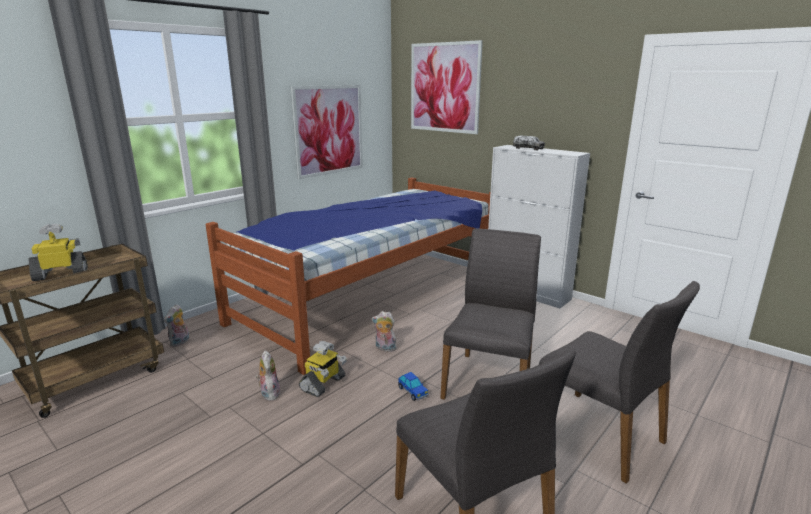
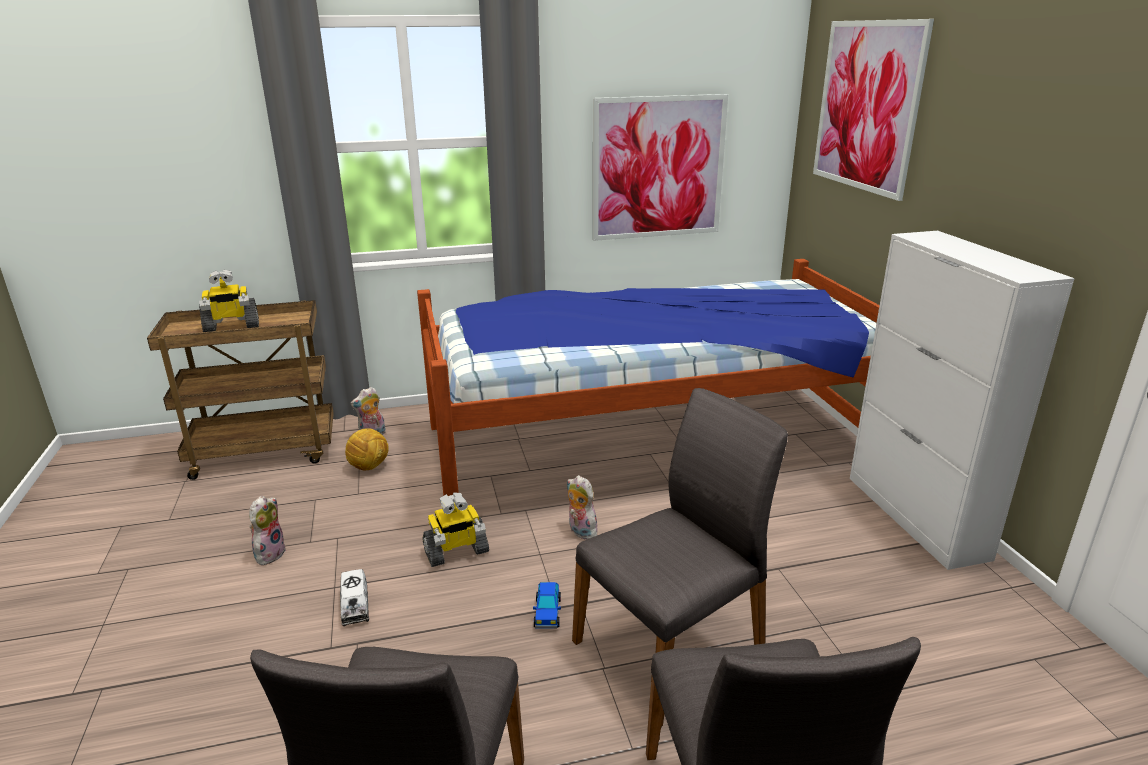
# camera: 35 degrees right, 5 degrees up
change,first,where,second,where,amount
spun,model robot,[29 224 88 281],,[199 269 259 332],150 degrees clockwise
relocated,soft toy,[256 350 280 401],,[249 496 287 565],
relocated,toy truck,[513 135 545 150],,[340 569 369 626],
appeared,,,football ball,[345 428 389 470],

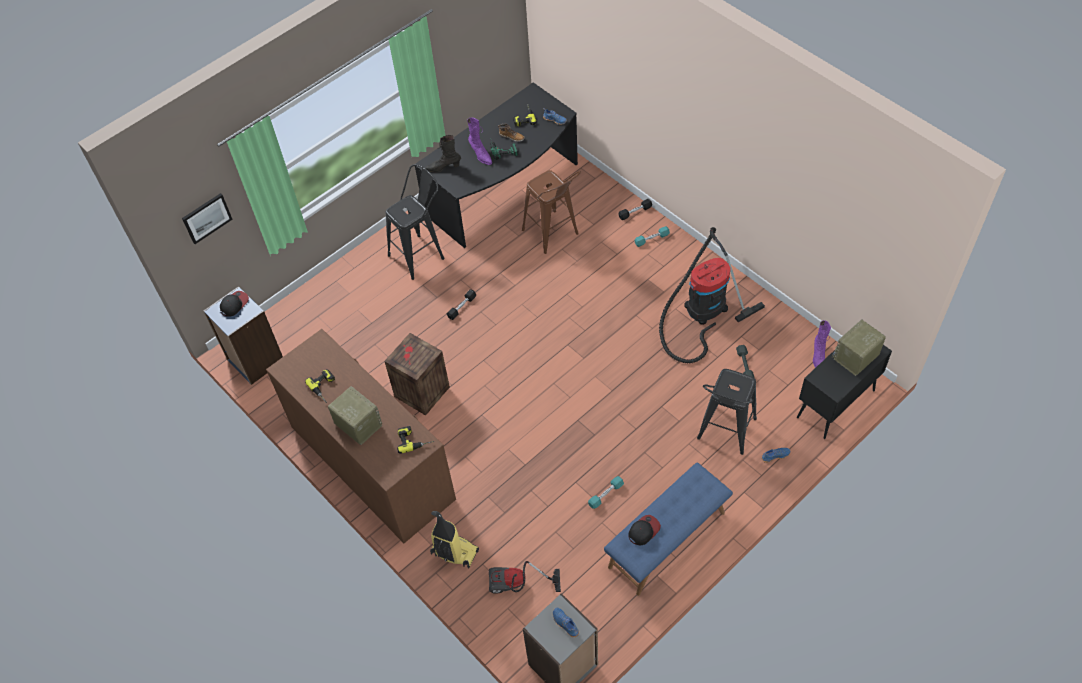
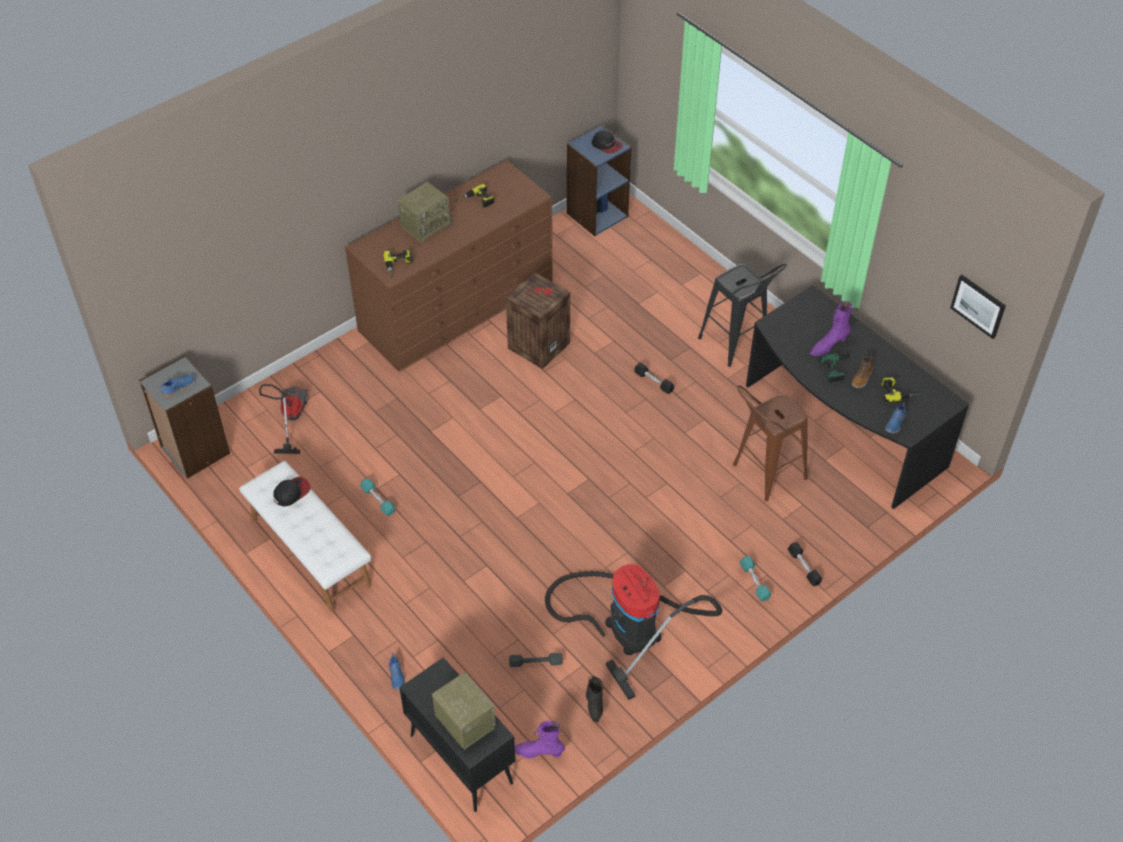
# camera: 90 degrees right, 5 degrees down
change,first,where,second,where,amount
colour,bluish bench,[604 462 733 596],whitish bench,[239 461 372 612],
spun,baseball cap,[628 515 661 545],,[273 477 311 506],90 degrees counterclockwise
relocated,black-coloured high-top boot,[425 135 461 172],,[586 676 604 722],
relocated,wall art,[182 193 233 244],,[950 275 1006 339],
missing,vacuum cleaner,[430 511 479 569],,,
missing,black-coloured stool seat,[697 369 757 455],,,

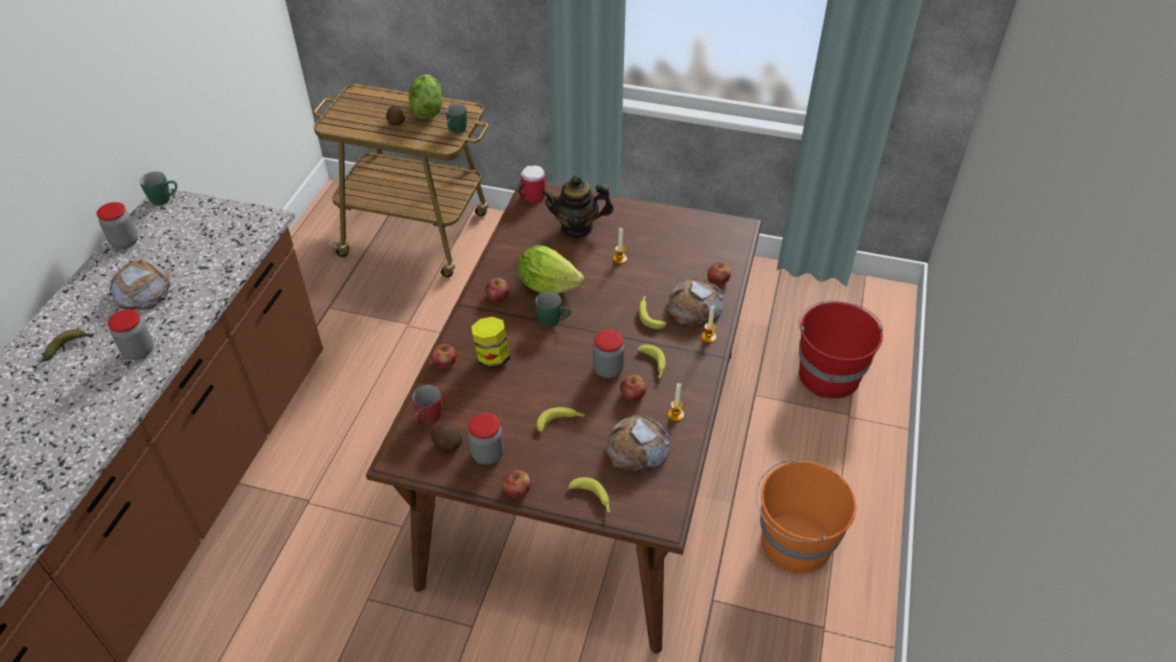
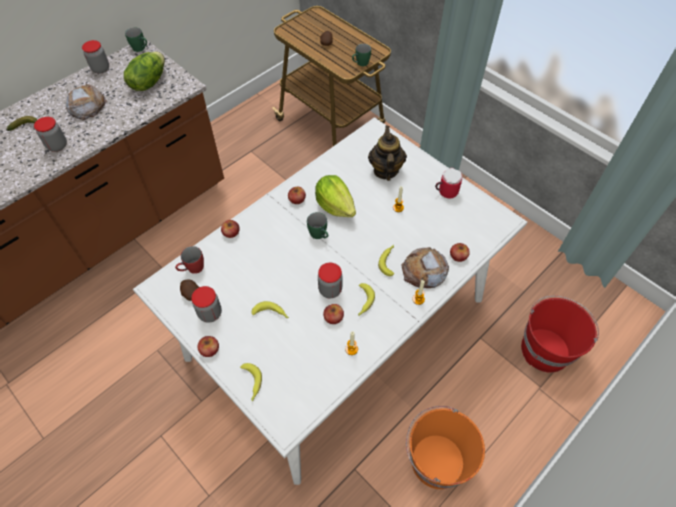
# camera: 30 degrees right, 10 degrees up
change,first,where,second,where,amount
relocated,head of lettuce,[409 75 442 119],,[124 52 165 91],
colour,brown-coloured dinner table,[366 181 762 654],whitish dinner table,[133 117 527 485],
spun,pot for tea,[541 175 614 238],,[368 126 407 181],60 degrees clockwise
relocated,tea mug,[518 165 546 202],,[435 168 462 198],
missing,jar,[471 317 510 369],,,
missing,bakery bread,[604 415 670 473],,,

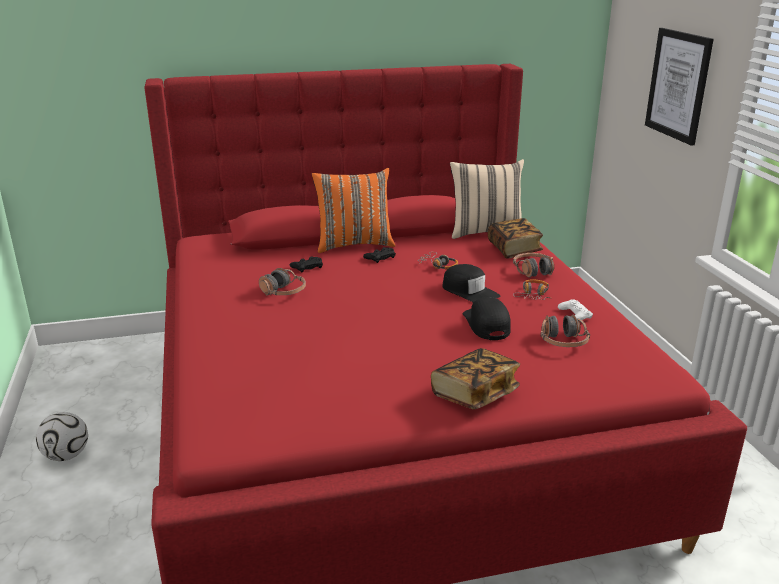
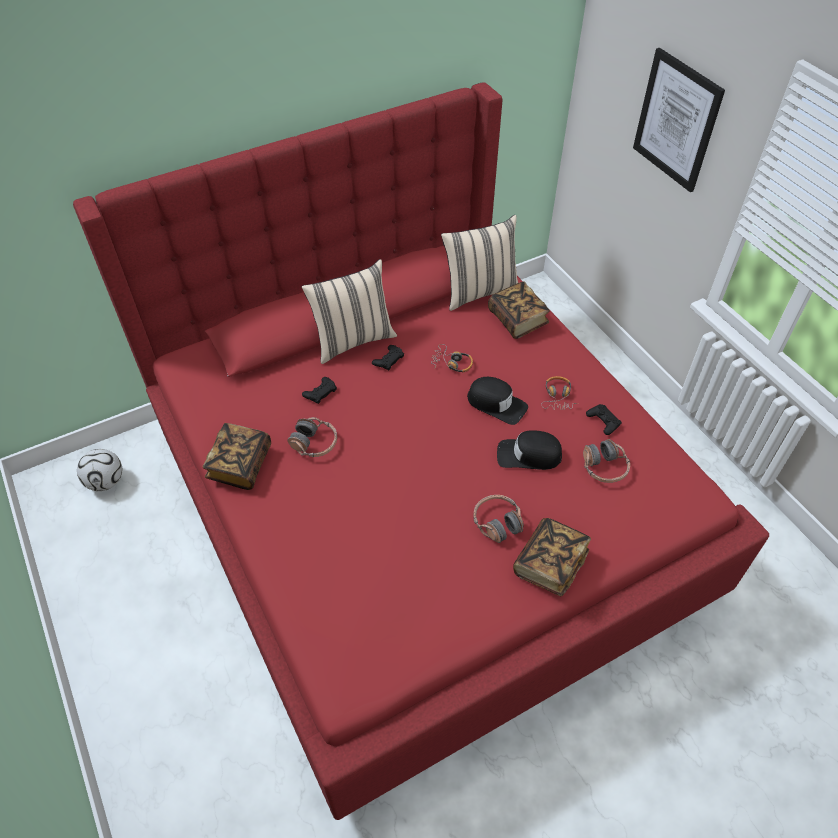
# camera: 15 degrees left, 25 degrees up
change,first,where,second,where,amount
relocated,football ball,[36 412 88 461],,[77 449 122 491],
appeared,,,bound book,[202 423 271 490],
colour,orange-coloured cushion,[312 168 395 253],beige-coloured cushion,[302 259 397 364],
relocated,pair of headphones,[513 253 554 277],,[473 495 524 543],
spun,black-coloured baseball cap,[463 297 511 340],,[497 430 562 470],60 degrees counterclockwise
colour,whitish game controller,[558 299 593 320],black-coloured game controller,[586 404 622 435],

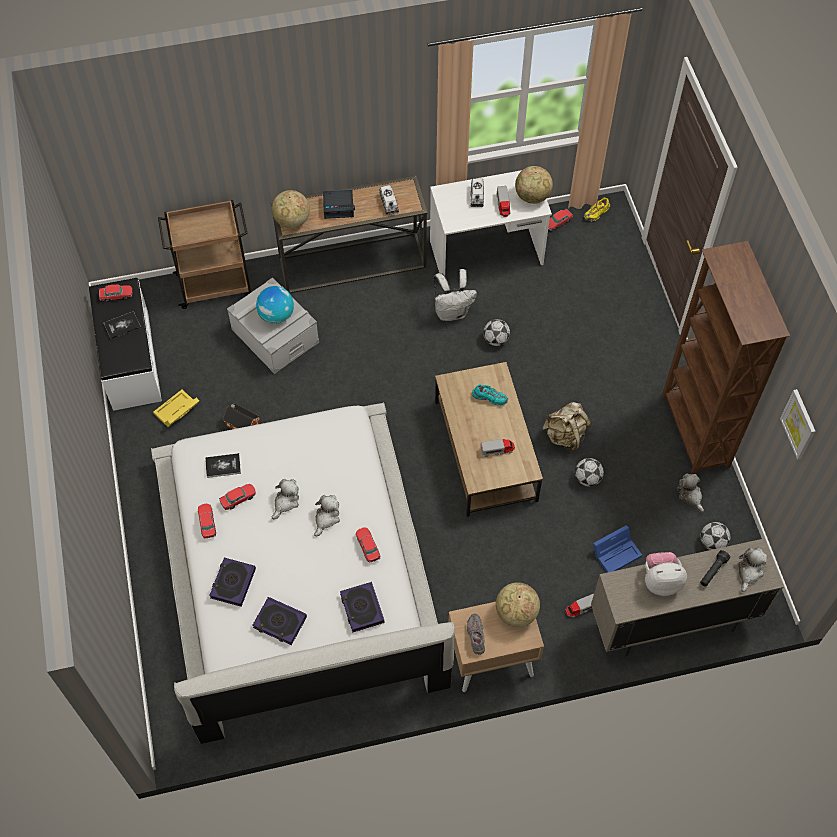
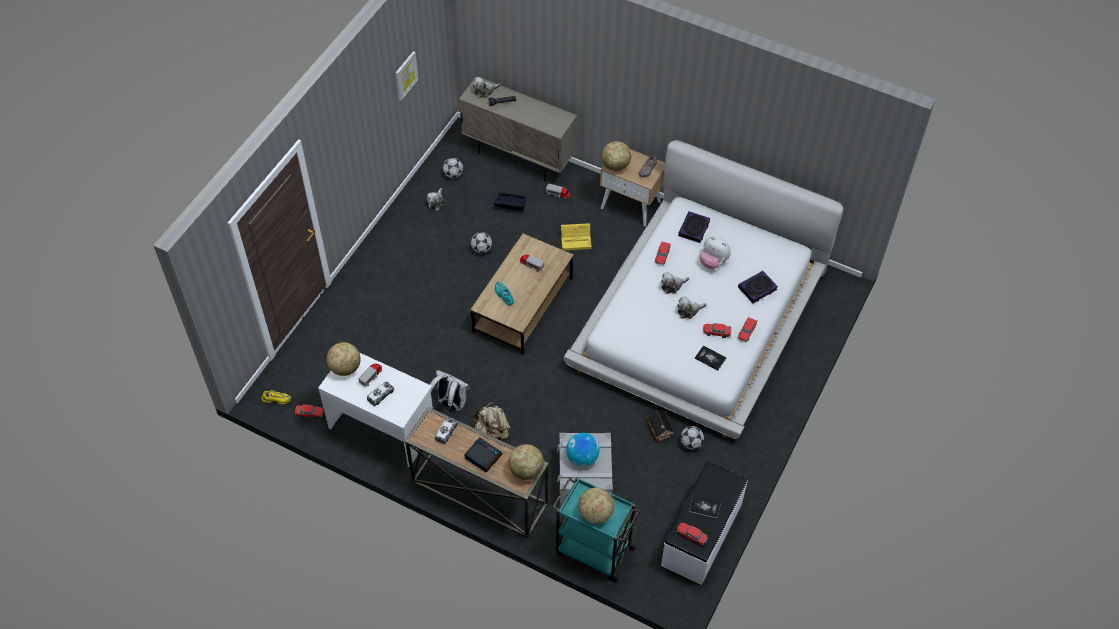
# camera: 140 degrees left, 5 degrees down
change,first,where,second,where,amount
relocated,beige-coloured rucksack,[543 402 592 452],,[471 402 510 440],
colour,bluish storage bin,[593 525 642 572],black-coloured storage bin,[494 192 526 211],
colour,brown-coloured cart,[158 200 252 309],blue-green cart,[552 477 640 582],
relocated,yellow-coloured storage bin,[153 389 199 427],,[561 223 592 250],
appeared,,,globe,[578 487 614 524],
relocated,football ball,[483 319 510 346],,[680 426 704 450],
relocated,soft toy,[645 552 687 596],,[699 237 731 269],
missing,bound book,[252 597 307 645],,,
missing,brown-coloured bookshelf,[662 241 790 474],,,

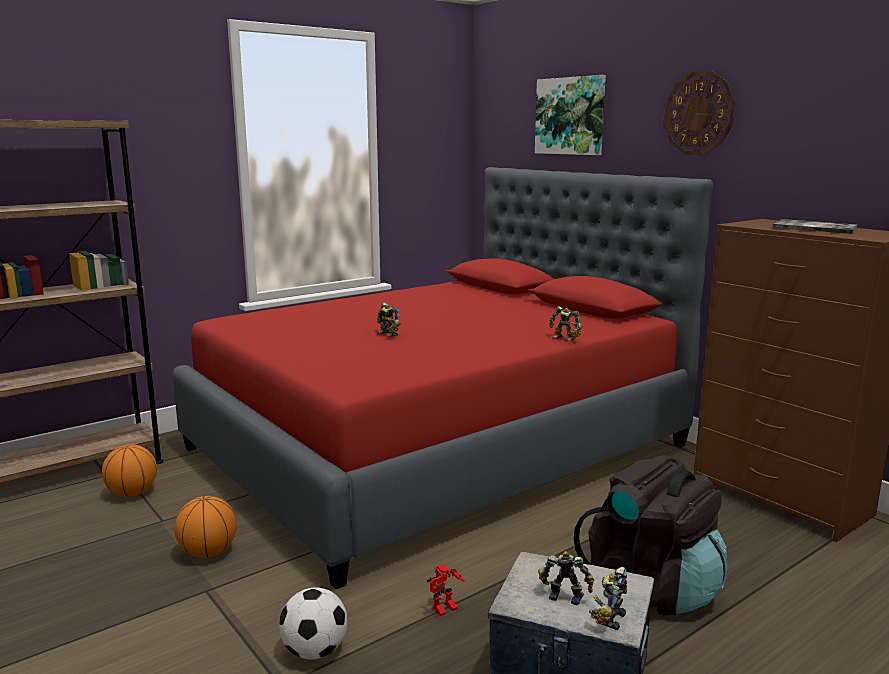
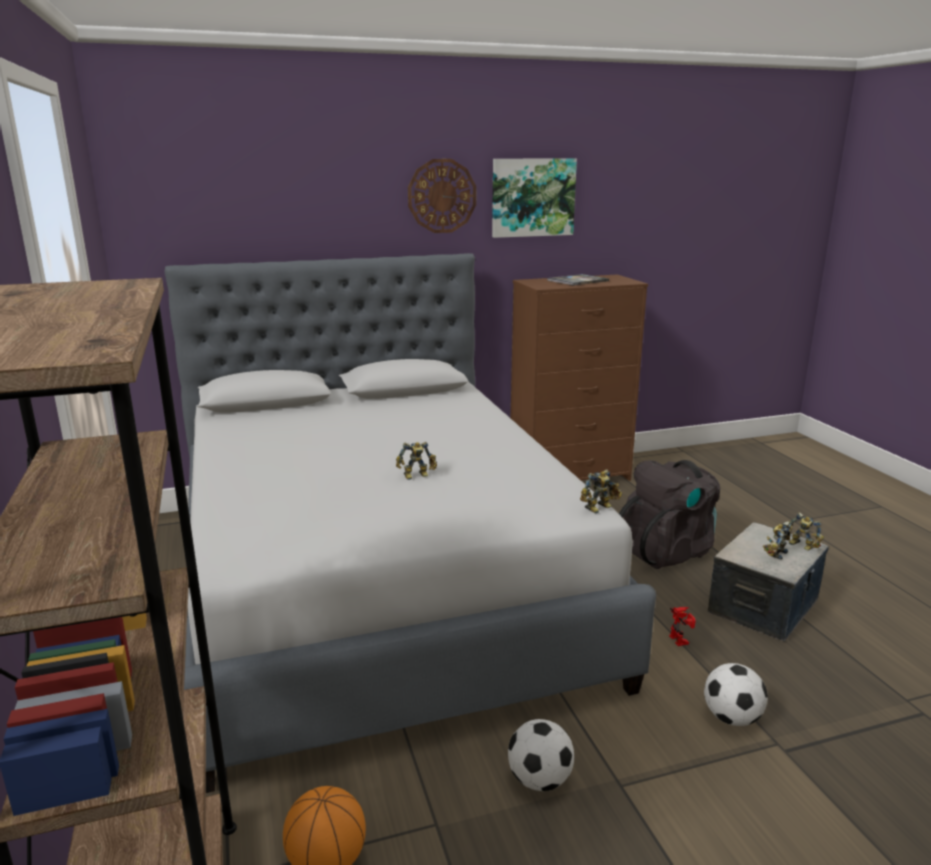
# camera: 70 degrees left, 5 degrees up
change,first,where,second,where,amount
colour,red-coloured bed,[173 167 713 589],greyish bed,[164 253 656 793],
relocated,wall art,[535 75 606 155],,[492 158 577 238],
exchanged,basketball,[174 496 237 558],football ball,[508 719 574 791],
relocated,model robot,[549 306 583 341],,[580 469 622 514],

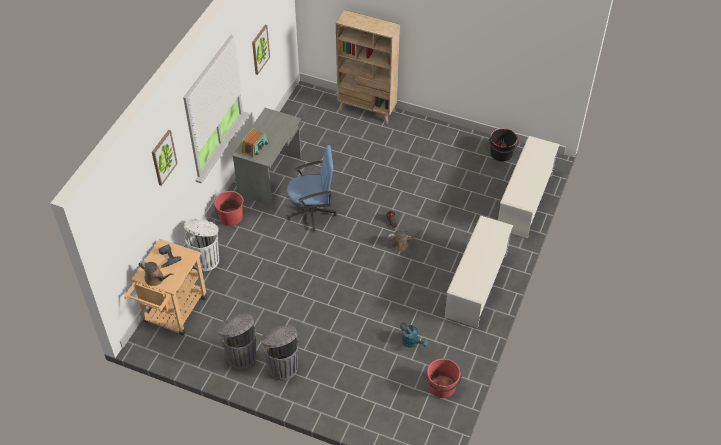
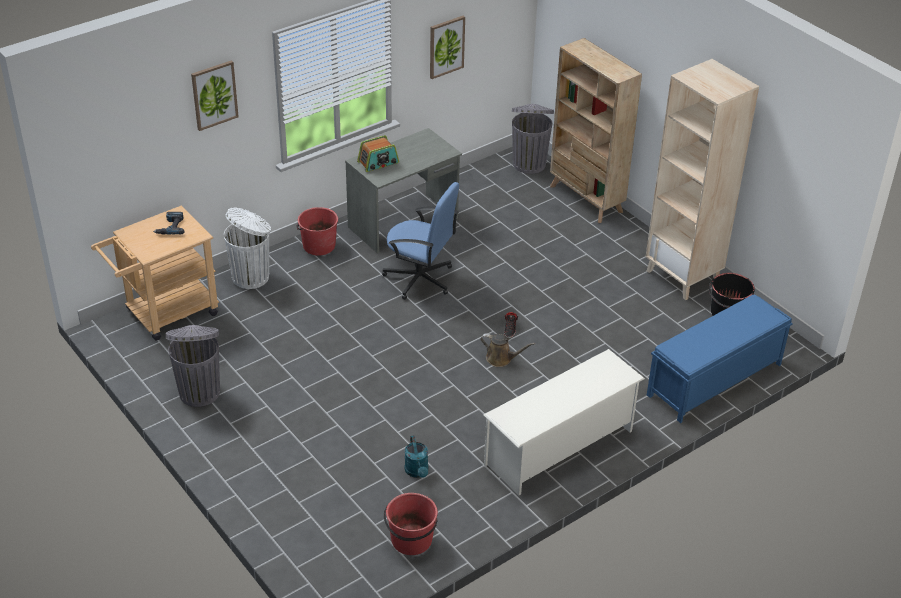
# camera: 30 degrees right, 10 degrees down
change,first,where,second,where,amount
relocated,greyish rubbish bin,[260 325 299 380],,[512 104 554 174],
appeared,,,beige-coloured bookshelf,[646 59 759 300],
exchanged,whitish shoe shelf,[498 136 560 239],bluish bench,[647 295 793 423],
missing,brown-coloured watering pot,[139 261 173 286],,,

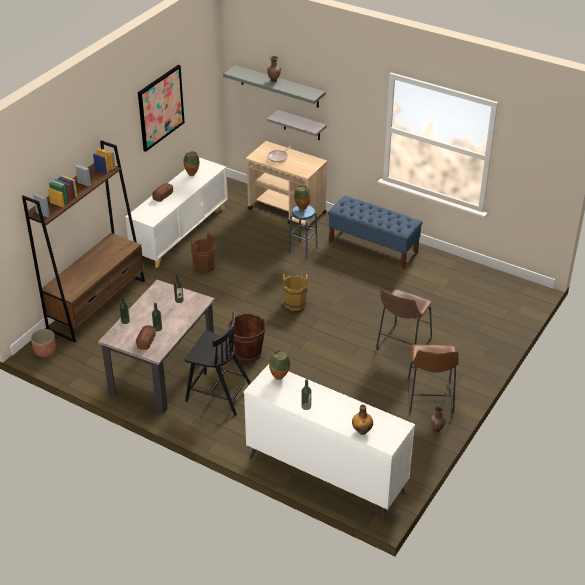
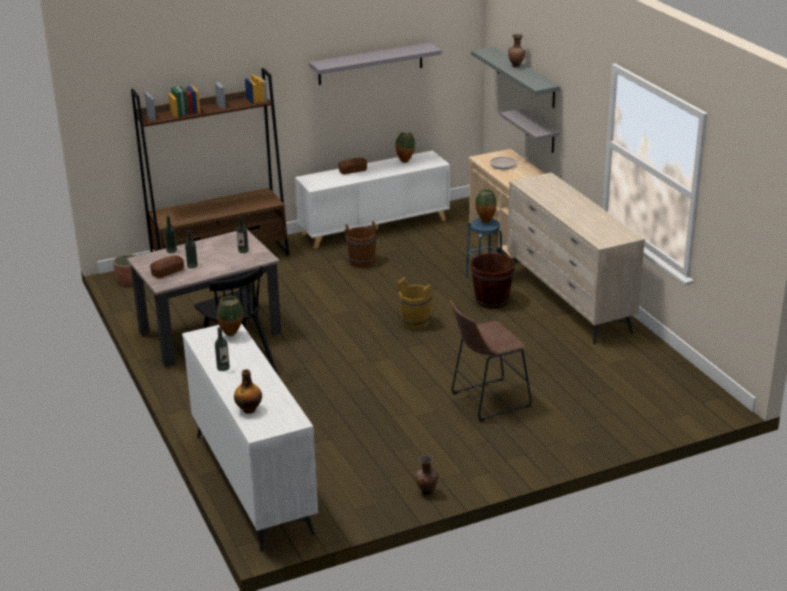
# camera: 35 degrees right, 10 degrees down
change,first,where,second,where,amount
exchanged,wall art,[138 65 185 152],greyish shelf,[309 43 442 85],
relocated,brown-coloured bucket,[228 314 266 362],,[471 253 515 309],
exchanged,bluish bench,[328 196 423 269],beige-coloured dresser,[507 172 645 344],
missing,brown-coloured stool seat,[408 344 459 414],,,

